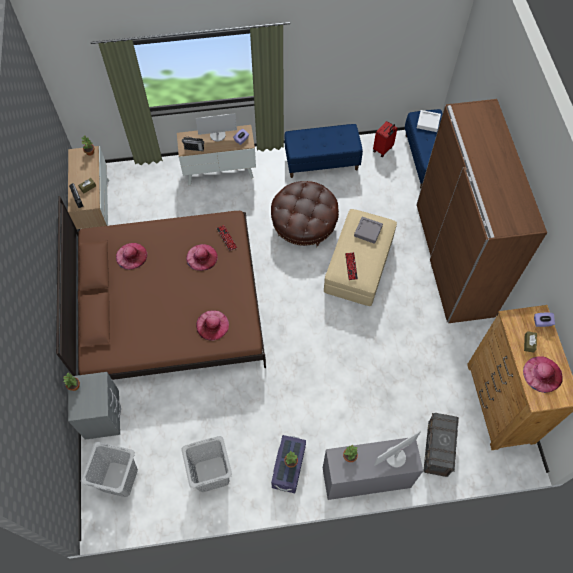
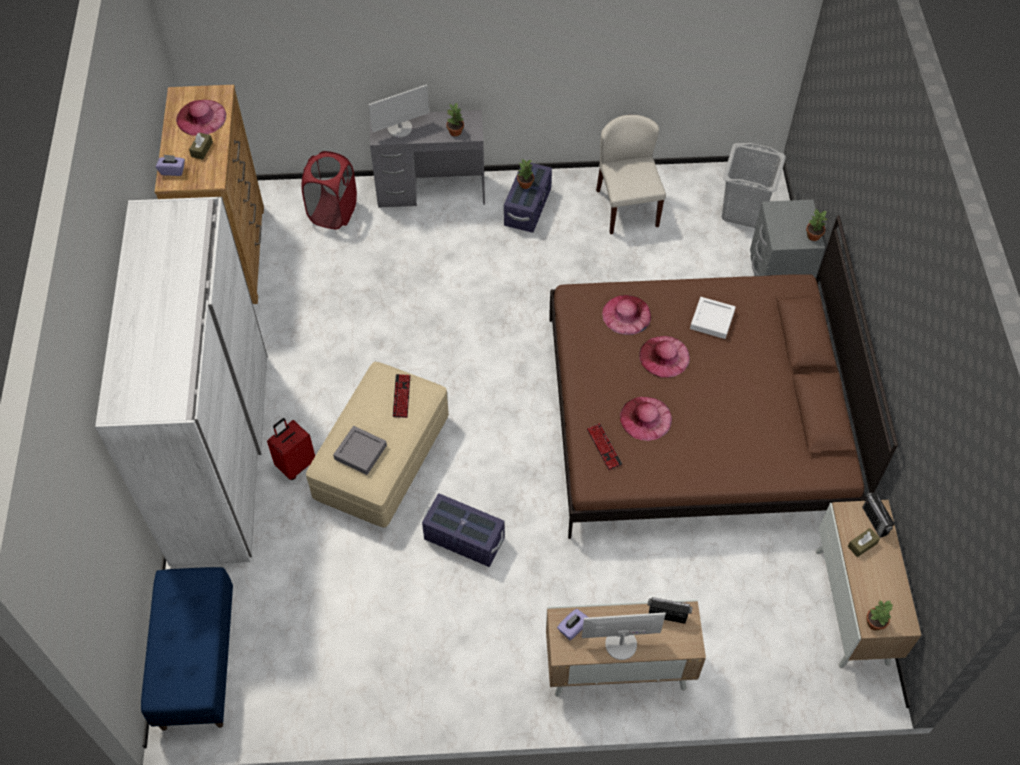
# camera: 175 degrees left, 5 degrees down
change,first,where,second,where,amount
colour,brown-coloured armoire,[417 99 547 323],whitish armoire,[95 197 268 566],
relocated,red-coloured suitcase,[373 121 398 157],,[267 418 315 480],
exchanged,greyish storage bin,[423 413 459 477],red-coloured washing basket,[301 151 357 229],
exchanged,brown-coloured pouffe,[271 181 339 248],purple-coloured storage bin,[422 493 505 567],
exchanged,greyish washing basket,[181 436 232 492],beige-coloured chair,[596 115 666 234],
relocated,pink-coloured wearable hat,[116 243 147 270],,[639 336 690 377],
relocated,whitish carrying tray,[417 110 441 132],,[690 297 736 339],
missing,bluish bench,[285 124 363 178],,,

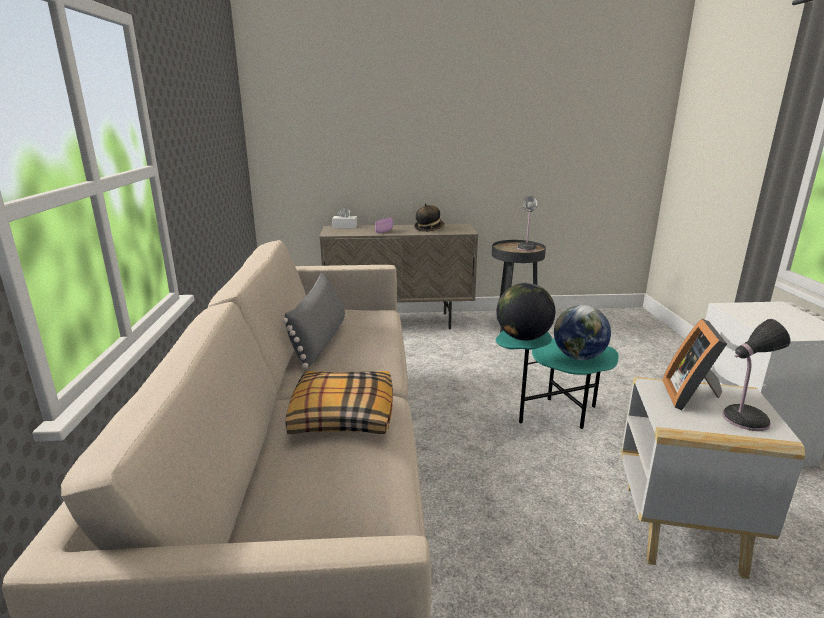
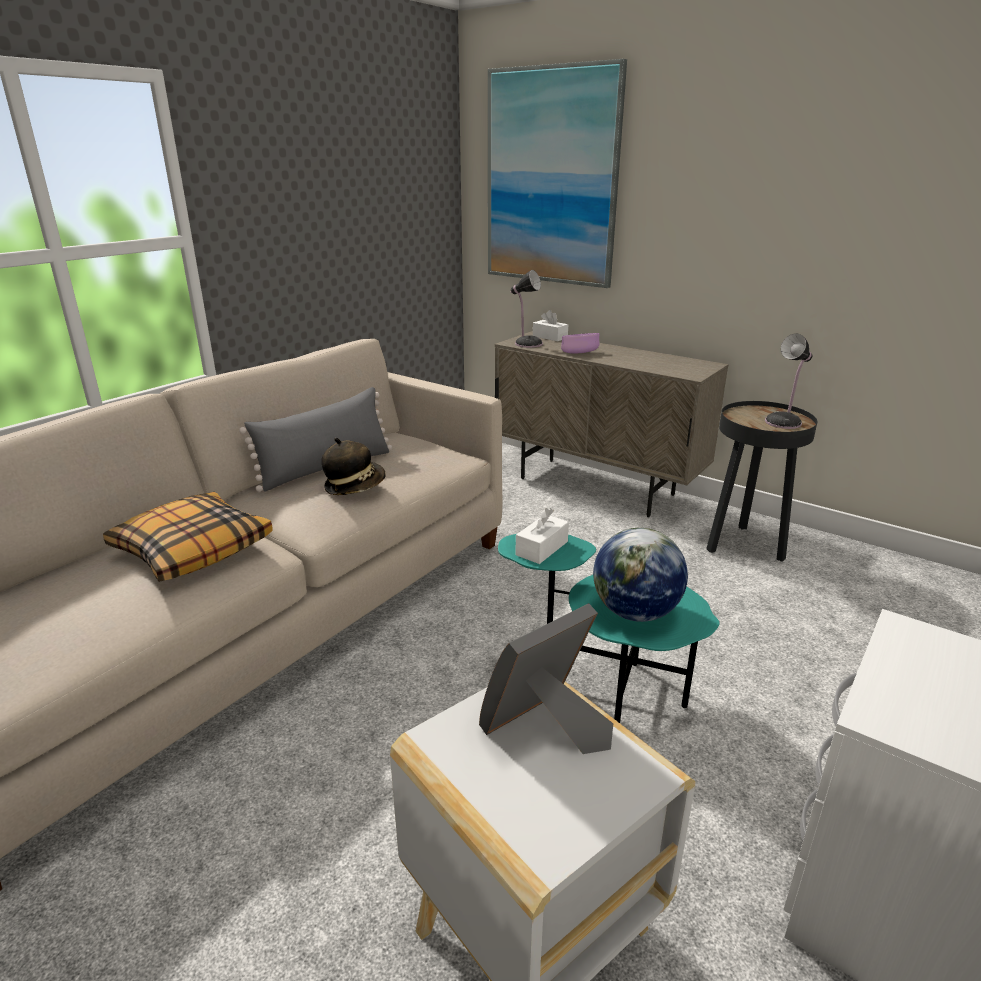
# camera: 40 degrees right, 5 degrees up
change,first,where,second,where,amount
relocated,wearable hat,[414 203 444 232],,[322 438 386 495],
appeared,,,wall art,[488 59 627 288],
relocated,lamp for a table,[722 319 791 431],,[510 270 543 348],
exchanged,globe,[496 283 555 340],whitish tissue holder,[515 508 569 564],

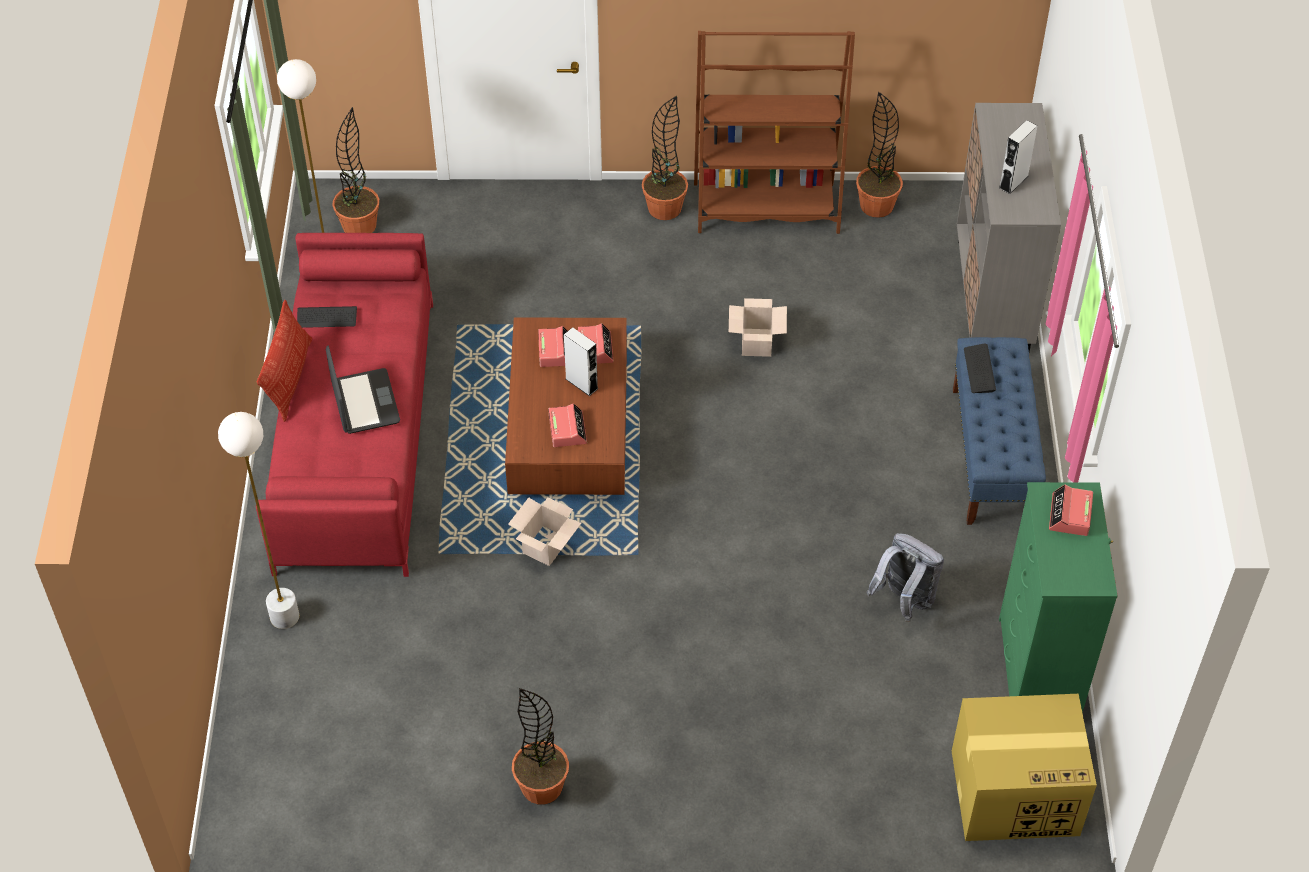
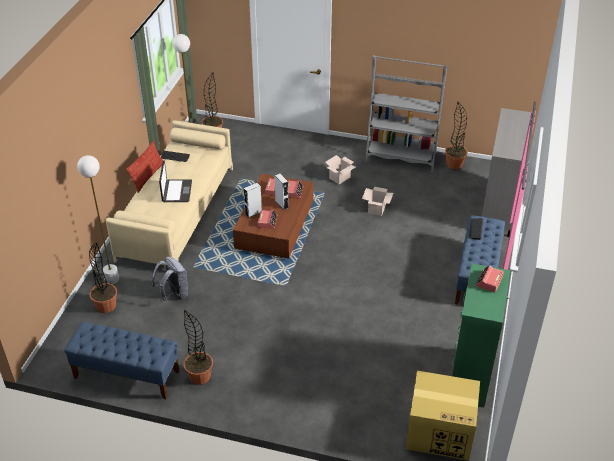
# camera: 15 degrees right, 10 degrees down
change,first,where,second,where,amount
appeared,,,bluish bench,[64 322 180 399],
relocated,houseplant,[642 96 688 220],,[89 242 117 313],
colour,red-coloured sofa,[256 233 433 577],beige-coloured sofa,[106 120 233 266],
relocated,greyish rucksack,[866 533 944 622],,[152 257 188 301],
relocated,greyish loudspeaker,[999 120 1037 194],,[244 183 262 218],
relocated,cardboard box,[508 497 581 566],,[325 155 355 184],
colour,brown-coloured bookshelf,[694 31 855 234],greyish bookshelf,[365 55 447 173],

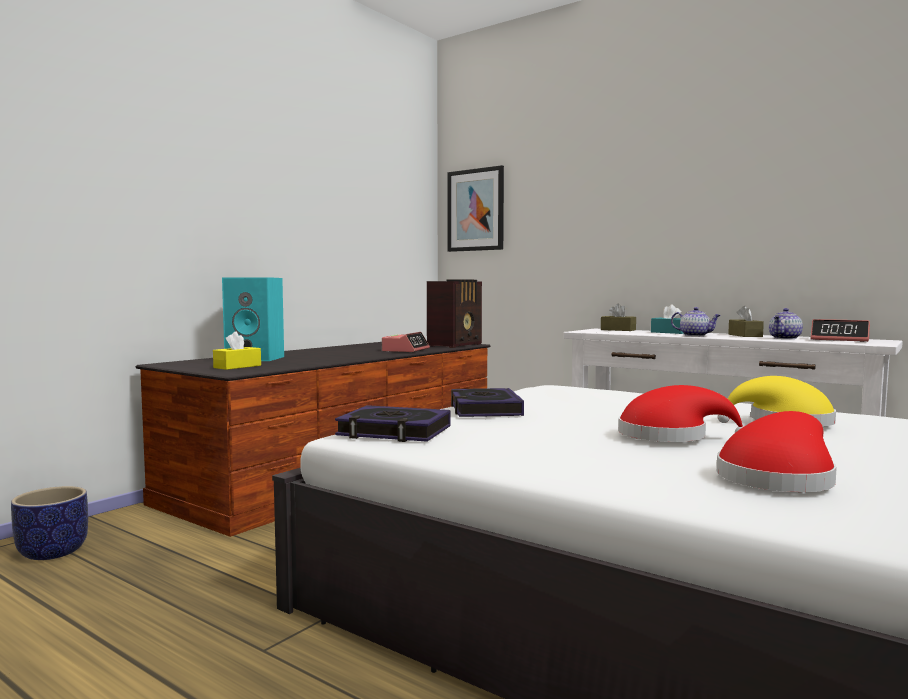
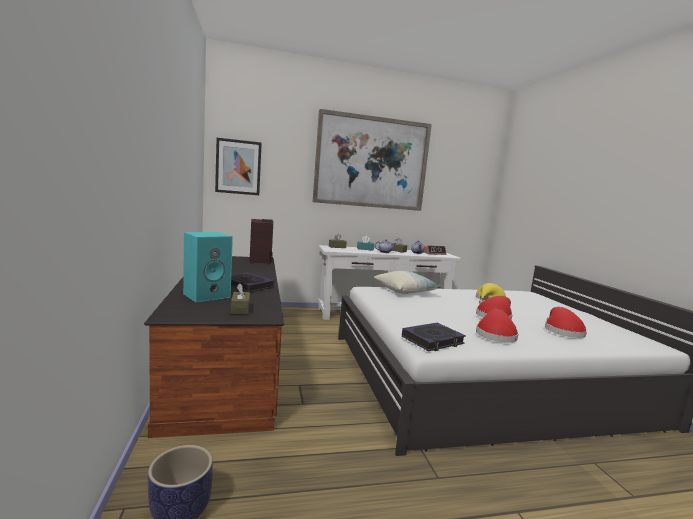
# camera: 50 degrees left, 5 degrees up
change,first,where,second,where,amount
relocated,bound book,[451 388 524 417],,[231 272 274 292],
colour,yellow-coloured tissue holder,[213 331 261 370],brown-coloured tissue holder,[231 284 250 314],
appeared,,,wall art,[313 109 432 211],
appeared,,,cushion,[374 271 441 294],
appeared,,,red-coloured wearable hat,[476 309 518 343],
missing,alarm clock,[382 332 430 352],,,

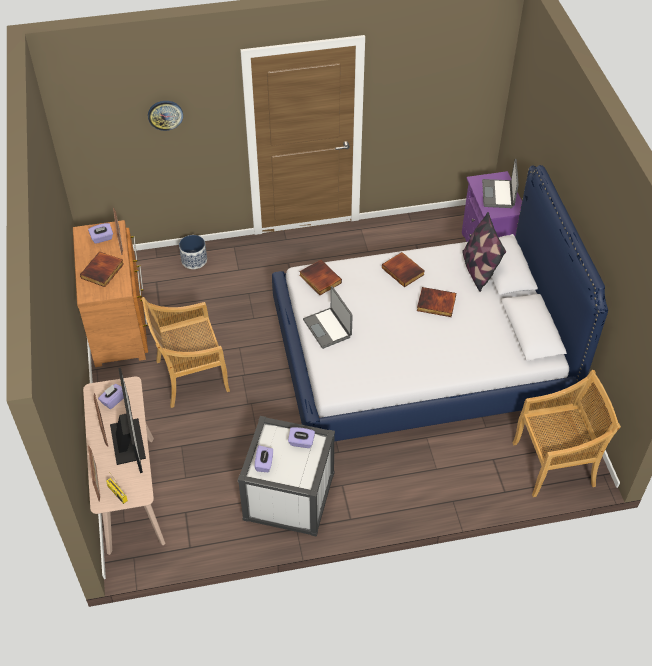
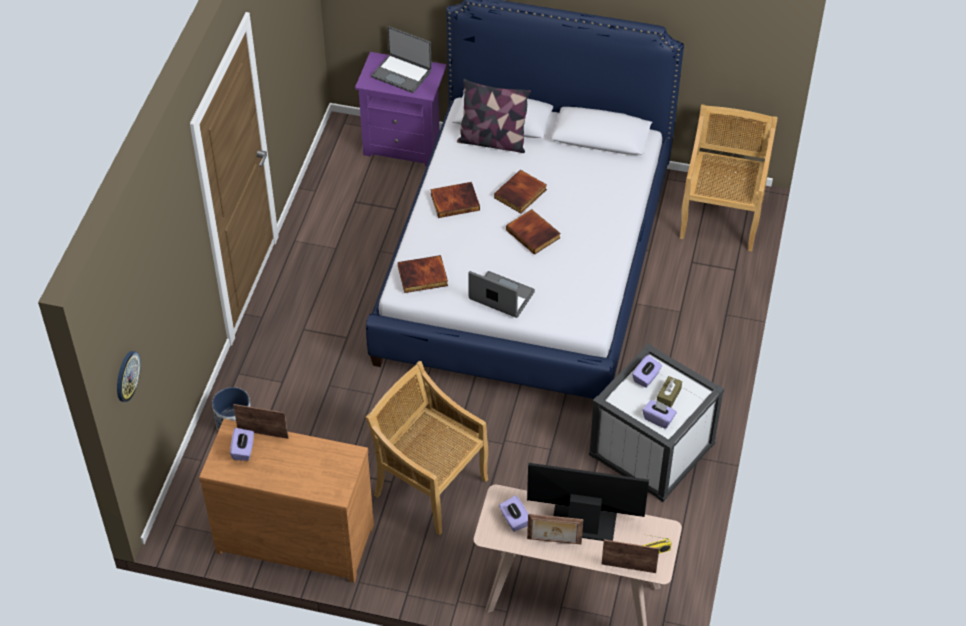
# camera: 65 degrees left, 0 degrees up
change,first,where,second,where,amount
relocated,clock on the wall,[148 101 183 131],,[117 351 141 402],
spun,beige-coloured chair,[141 297 230 408],,[365 361 488 535],120 degrees clockwise
spun,notebook computer,[303 286 353 349],,[468 271 535 318],150 degrees counterclockwise
relocated,bound book,[80 251 124 287],,[506 209 561 255],
appeared,,,brown-coloured tissue holder,[657 376 682 408],

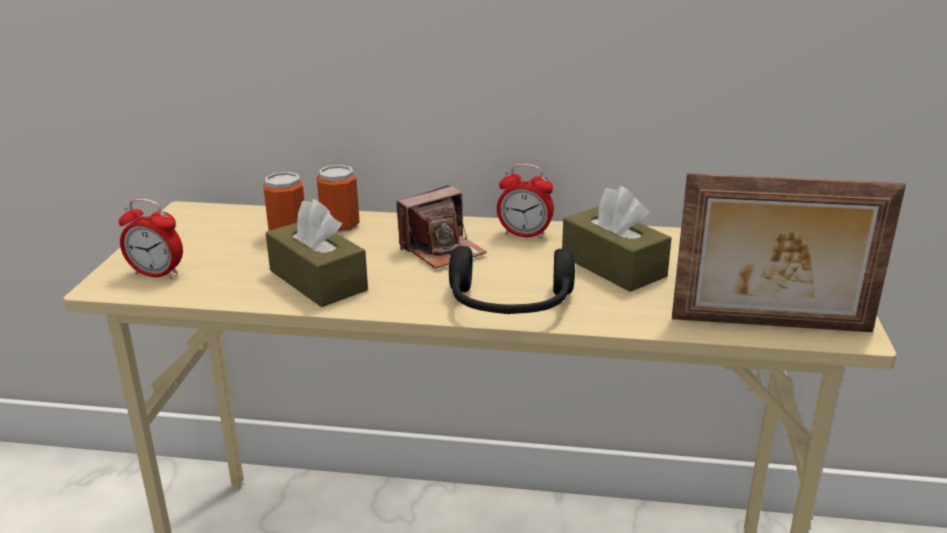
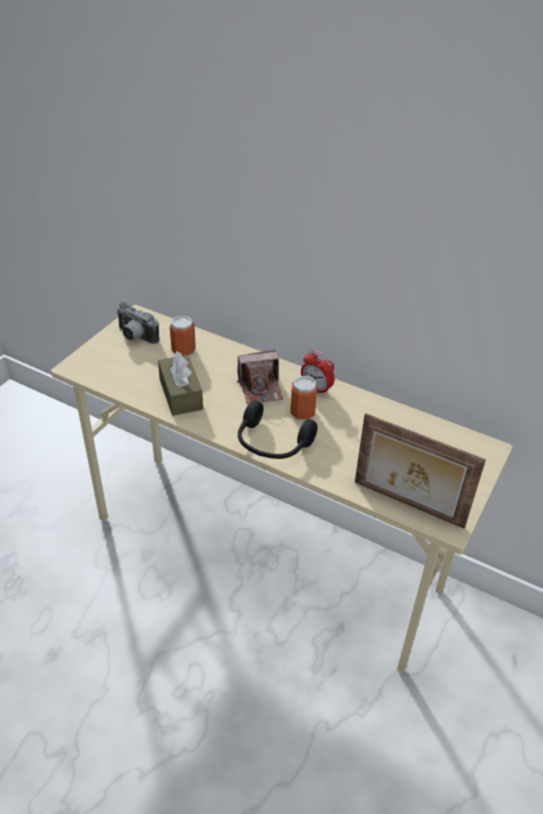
# camera: 20 degrees right, 15 degrees up
change,first,where,second,where,amount
appeared,,,still camera,[116 302 159 344],
relocated,can,[317 165 360 233],,[290 376 317 420],
missing,alarm clock,[119 199 183 279],,,
missing,brown-coloured tissue holder,[562 186 671 292],,,

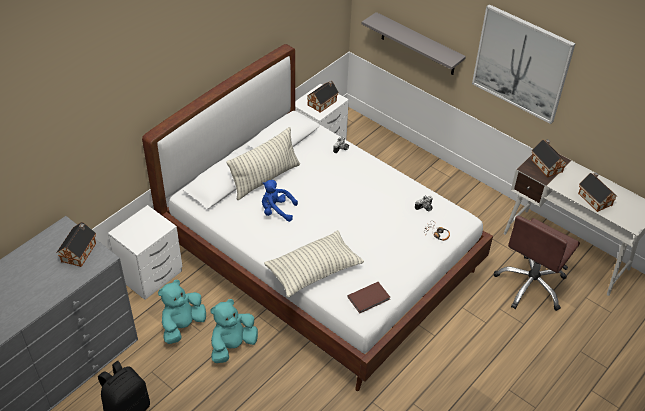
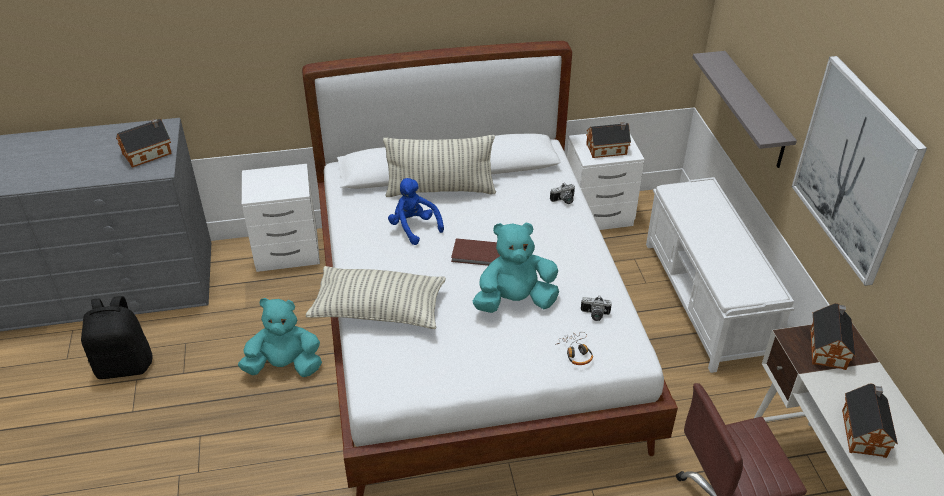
# camera: 40 degrees right, 5 degrees down
change,first,where,second,where,amount
relocated,brown-coloured bound book,[347 282 390 313],,[451 238 500 266],
relocated,blue-green soft toy,[158 279 206 344],,[473 222 559 313],
appeared,,,whitish bench,[646 177 795 373],

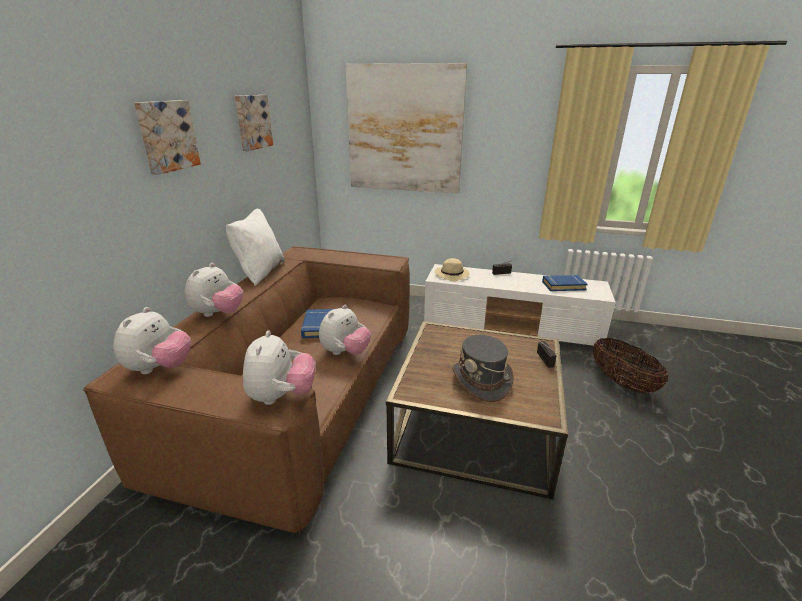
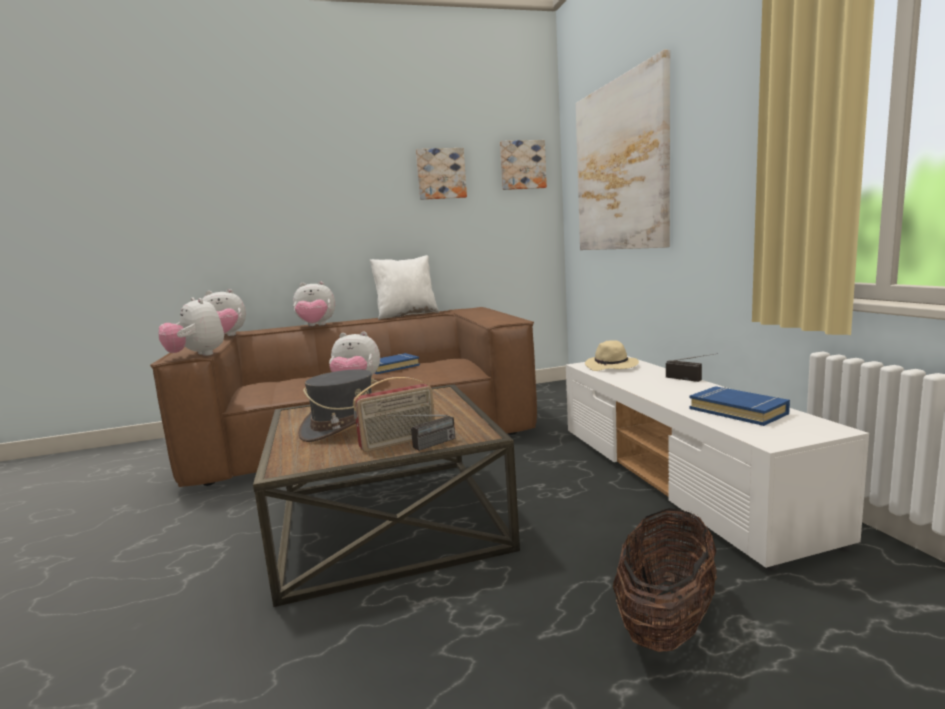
# camera: 60 degrees right, 15 degrees down
change,first,where,second,where,amount
spun,soft toy,[243 330 316 405],,[159 298 224 356],75 degrees clockwise
appeared,,,radio set,[353 377 435 452],
relocated,wall art,[134 100 201 175],,[500 140 547 190],

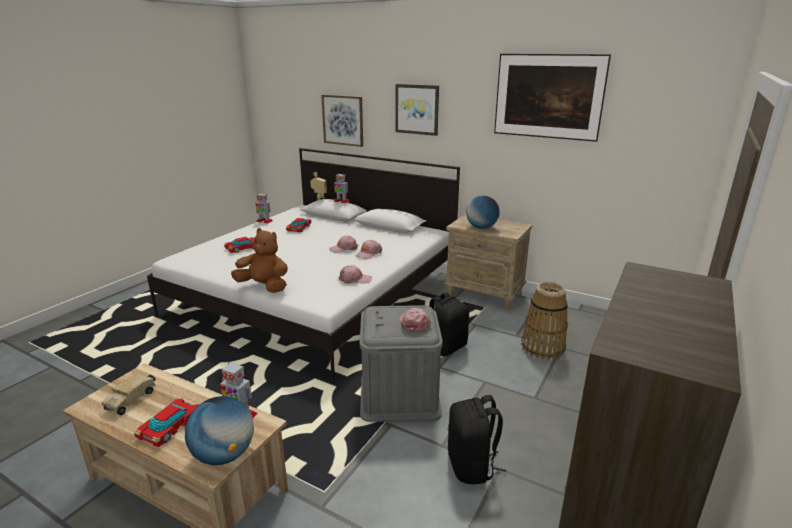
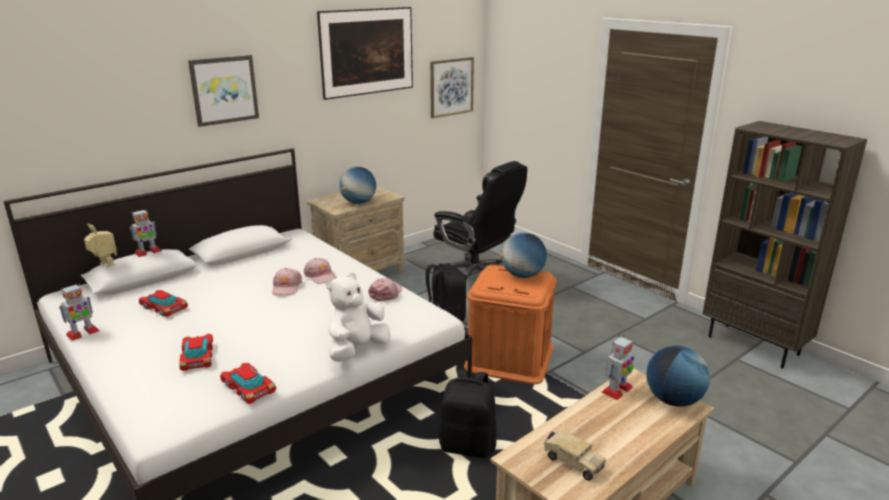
# camera: 70 degrees left, 0 degrees up
change,first,where,second,where,amount
relocated,toy car,[134 398 198 447],,[220 363 276 404],
colour,brown-coloured soft toy,[231 228 288 293],whitish soft toy,[326 272 390 362],
relocated,wall art,[321 95 363 147],,[430 57 474 118],
exchanged,household basket,[522 282 568 360],black-coloured office chair,[433 161 527 279],
relocated,black-coloured rucksack,[448 395 506 484],,[439 369 497 458],
colour,greyish storage bin,[360 305 443 422],orange-coloured storage bin,[464 265 556 384],
exchanged,pink-coloured baseball cap,[399 308 431 333],globe,[500 233 547 278],

